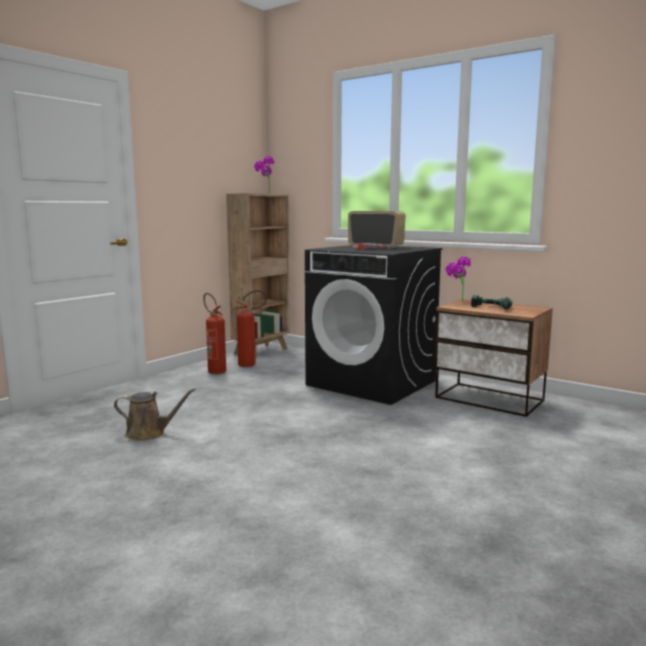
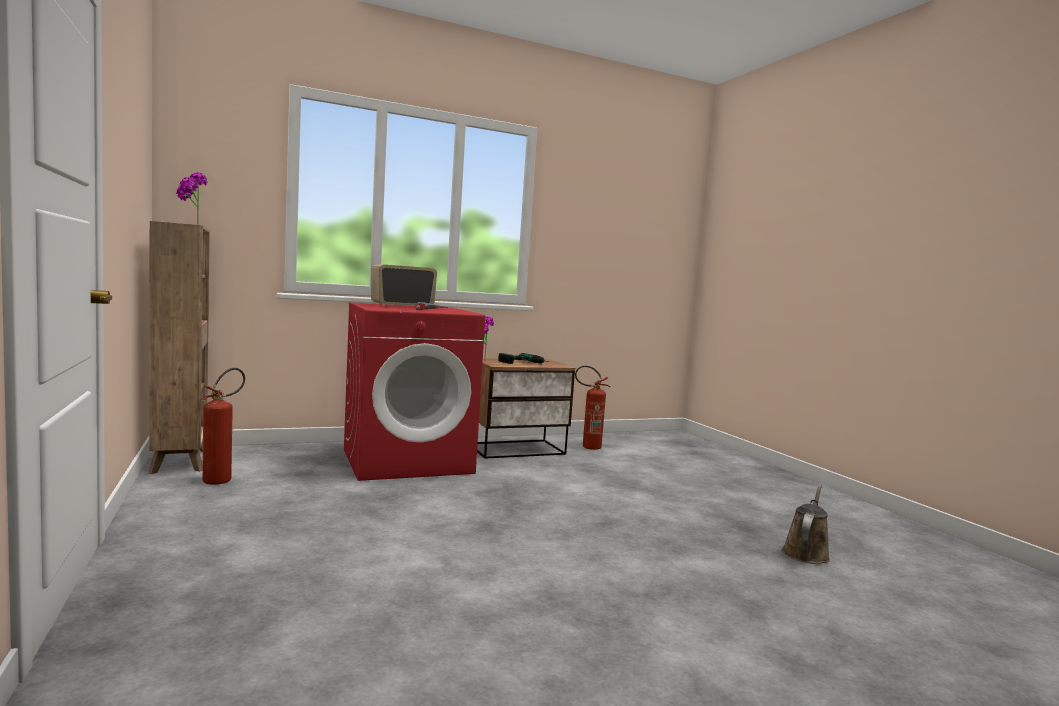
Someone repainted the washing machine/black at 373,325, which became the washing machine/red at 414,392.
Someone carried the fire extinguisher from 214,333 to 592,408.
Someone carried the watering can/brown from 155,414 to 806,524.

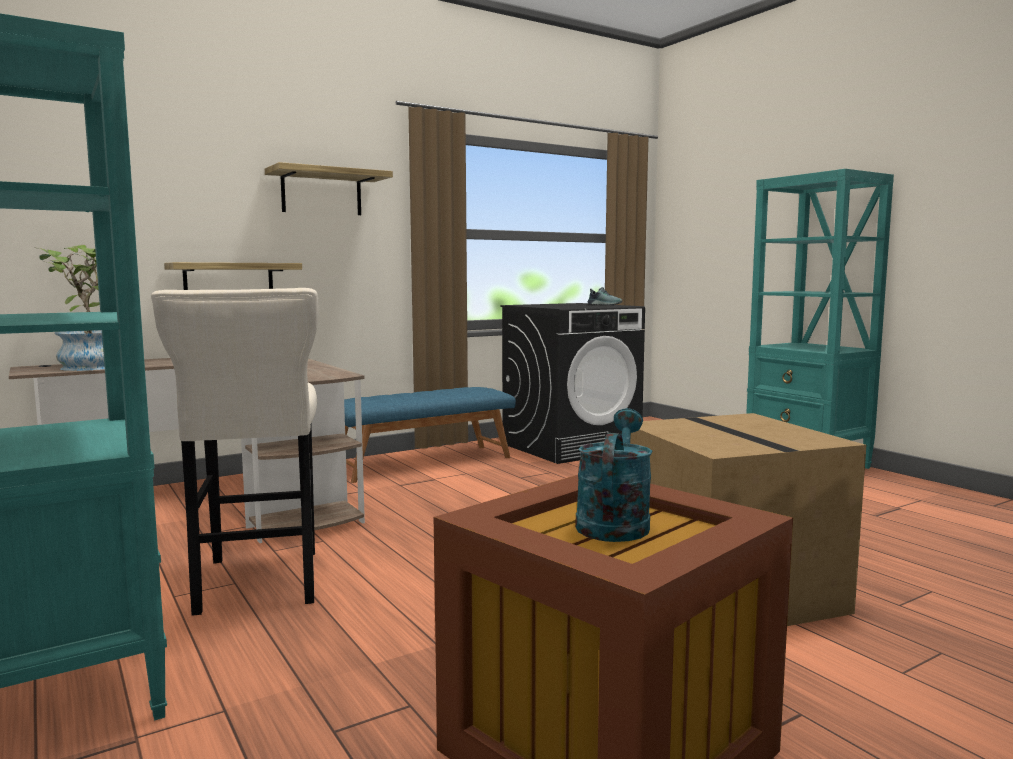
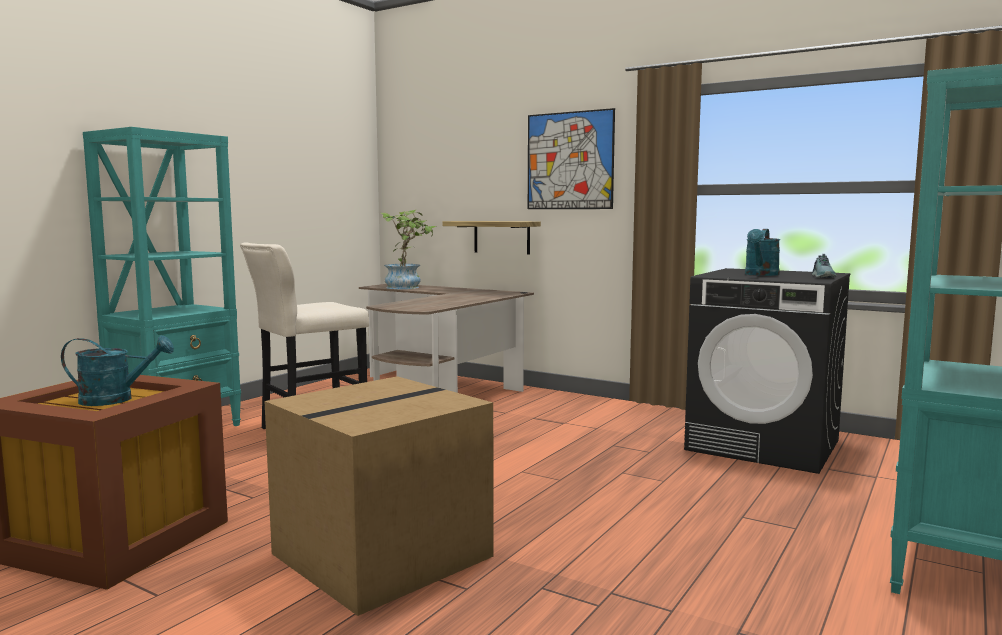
Someone swapped the shelf at 329,188 for the picture at 571,158.
Someone put down the watering can/turquoise at 762,252.
Someone took away the bench/blue at 430,435.

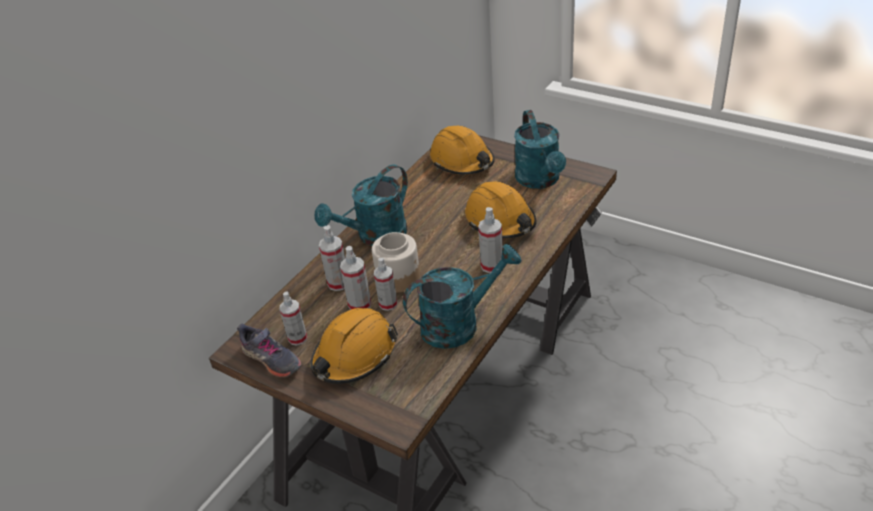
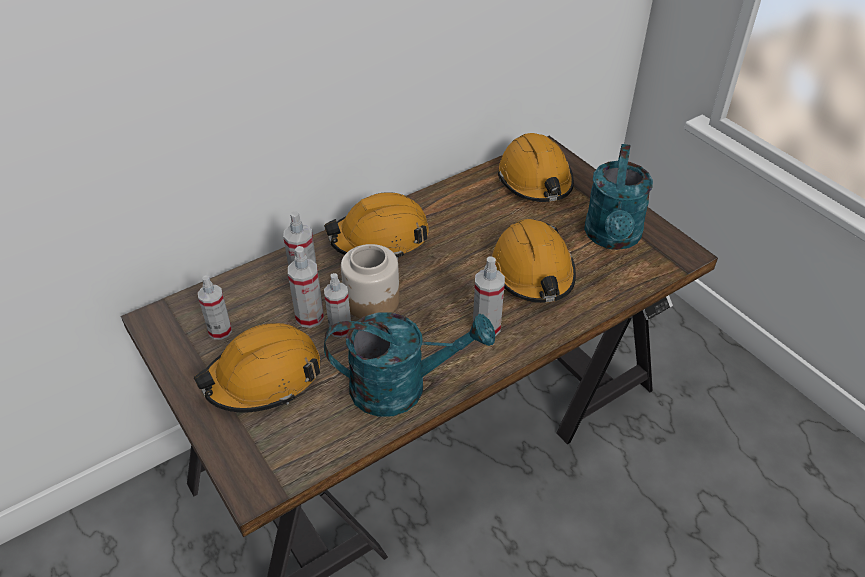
Someone swapped the watering can/turquoise at 361,205 for the hard hat/orange at 376,226.
Someone took away the shoe/grey at 269,350.

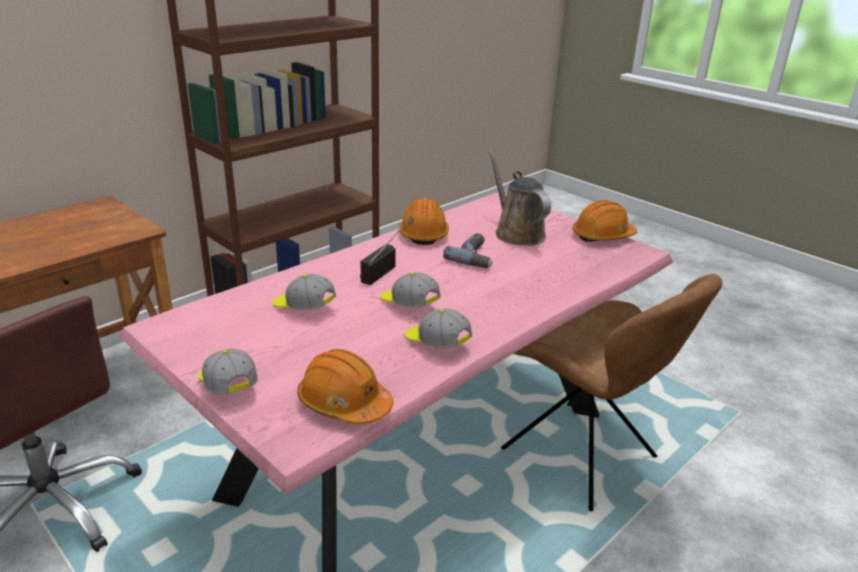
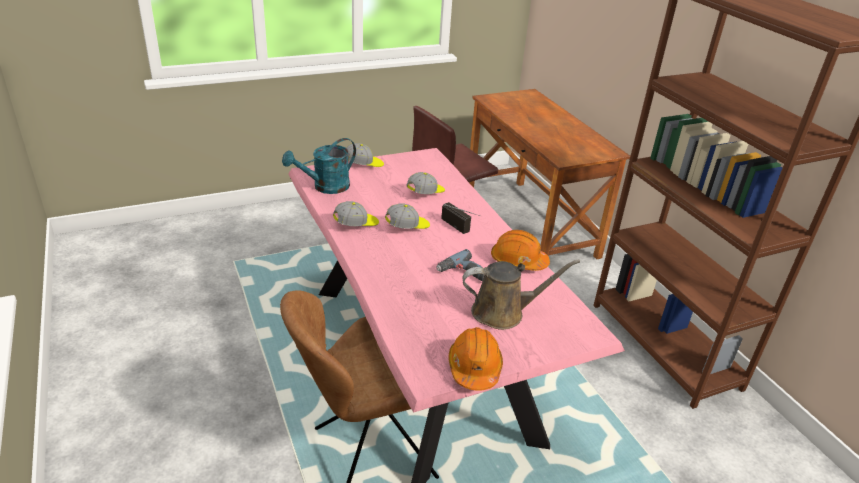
Someone swapped the hard hat/orange at 345,386 for the watering can/turquoise at 319,166.

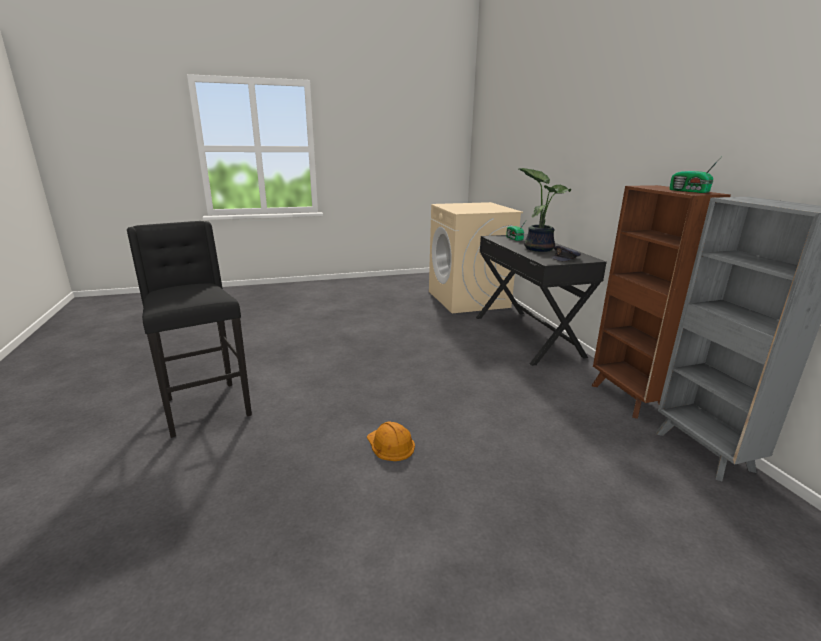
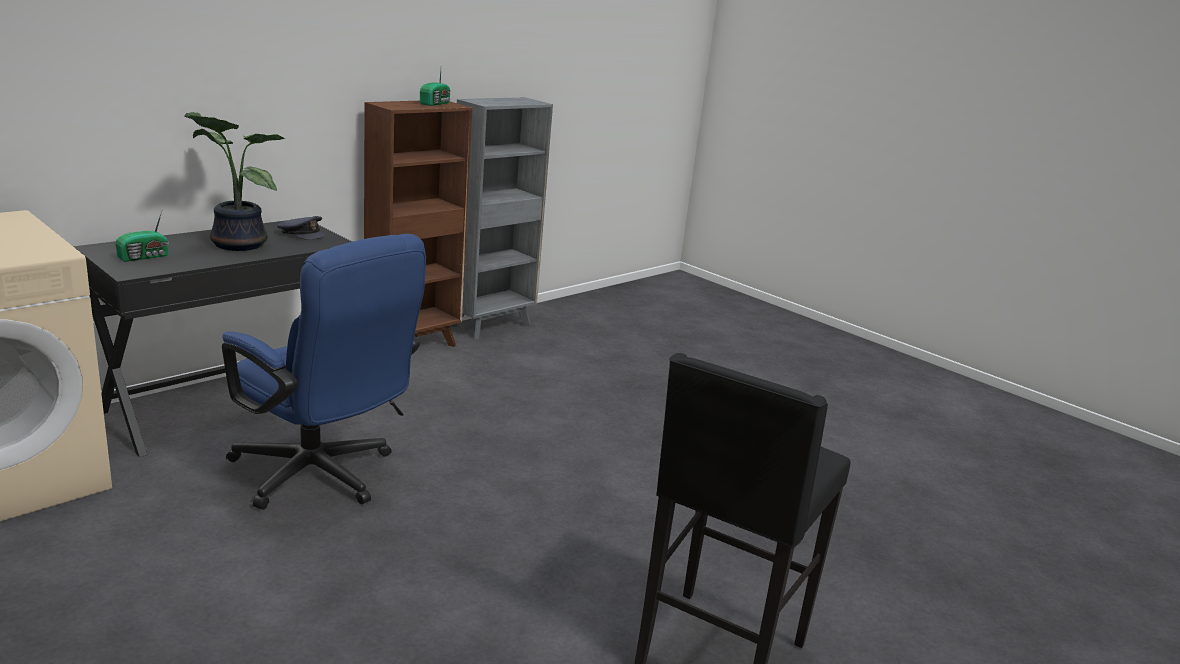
Someone put down the office chair/blue at 324,372.
Someone took away the hard hat/orange at 391,441.

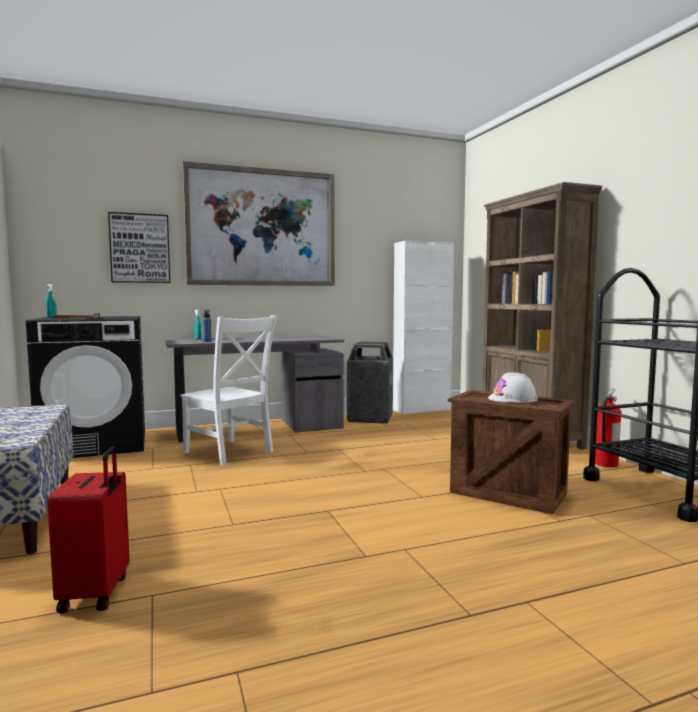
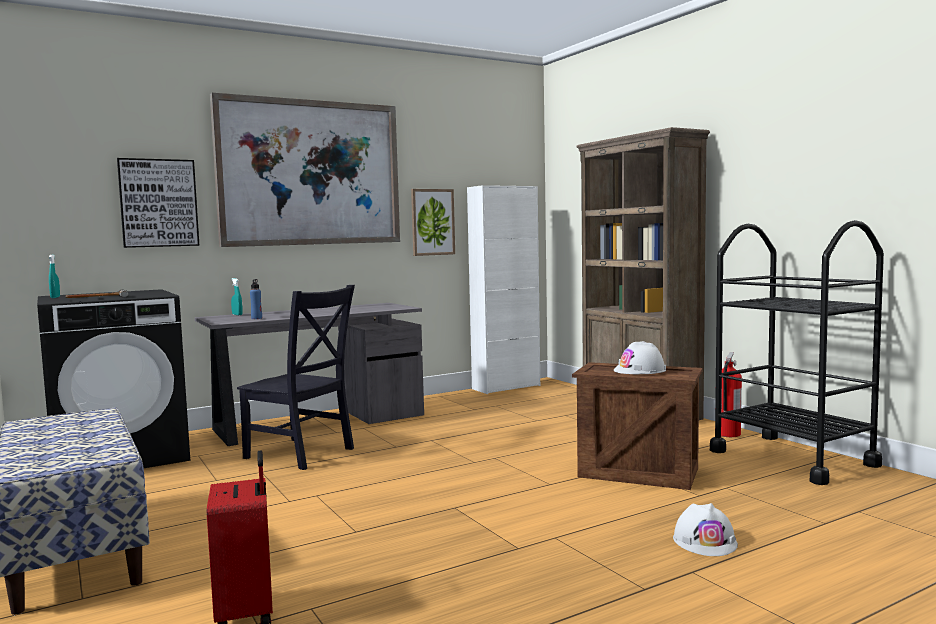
Someone repainted the chair/white at 228,390, which became the chair/black at 296,377.
Someone put up the picture at 433,222.
Someone put down the hard hat/white at 705,529.
Someone took away the trash can at 370,383.

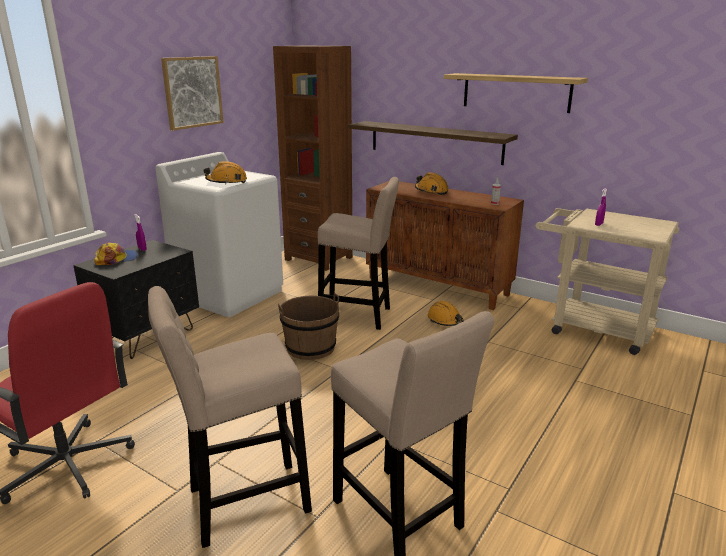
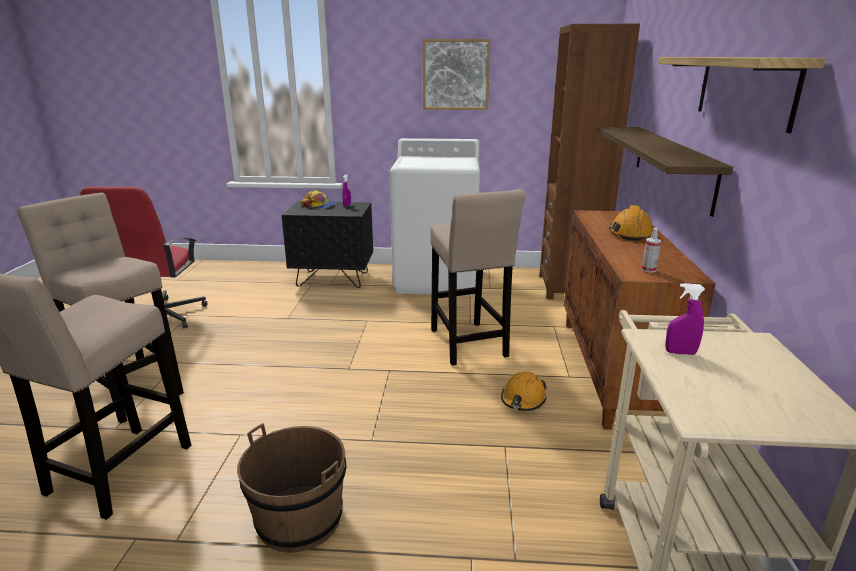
Someone carried the bucket/brown from 308,326 to 291,488.
Someone took away the hard hat/orange at 225,172.

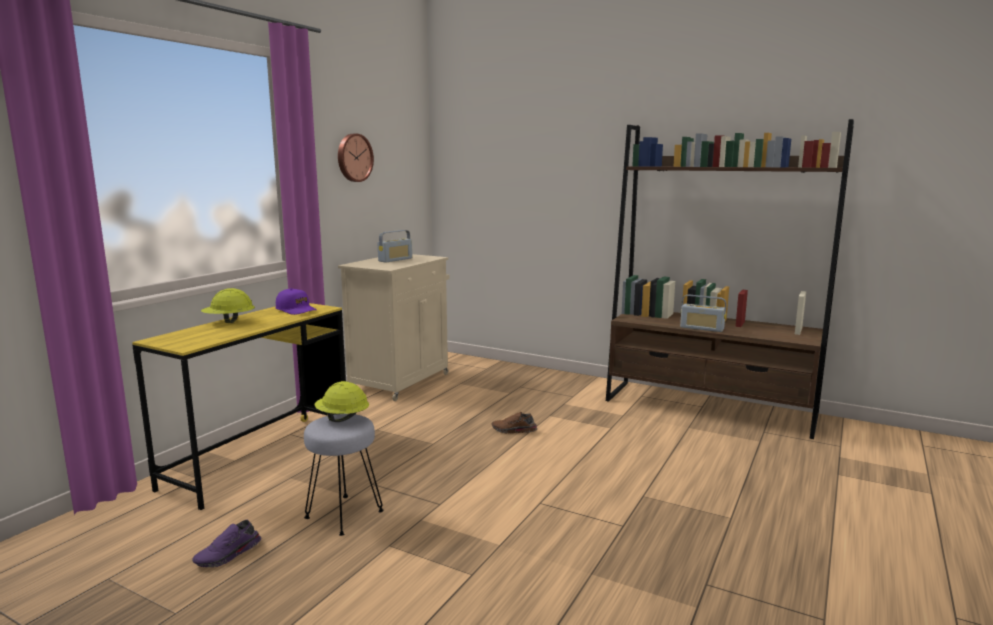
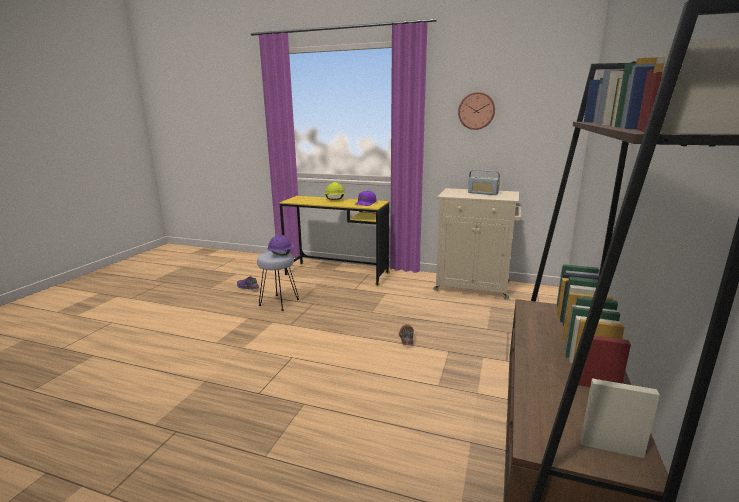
Someone repainted the hard hat/yellow at 341,401, which became the hard hat/purple at 281,245.
Someone took away the radio at 703,313.

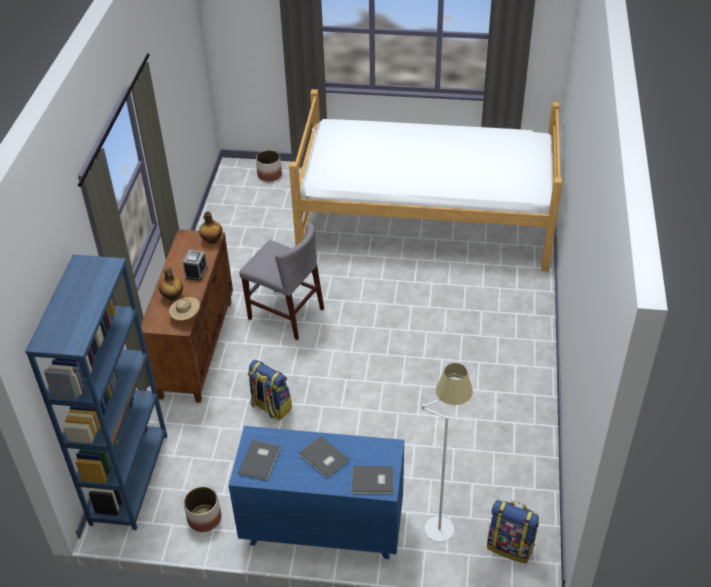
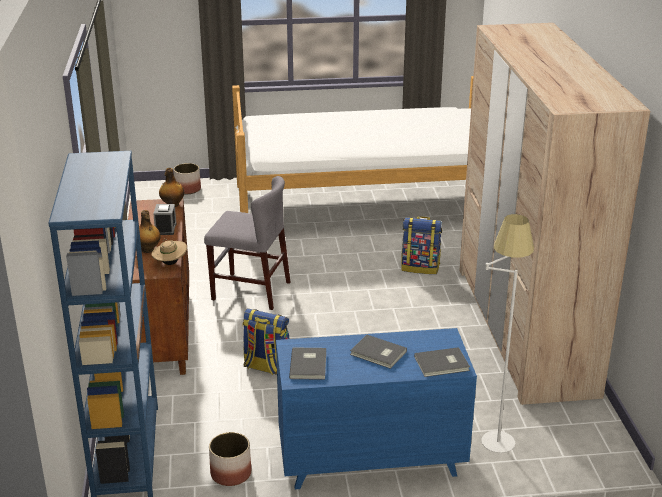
Someone carried the backpack from 513,531 to 422,245.
Someone put down the wardrobe/beige at 554,214.

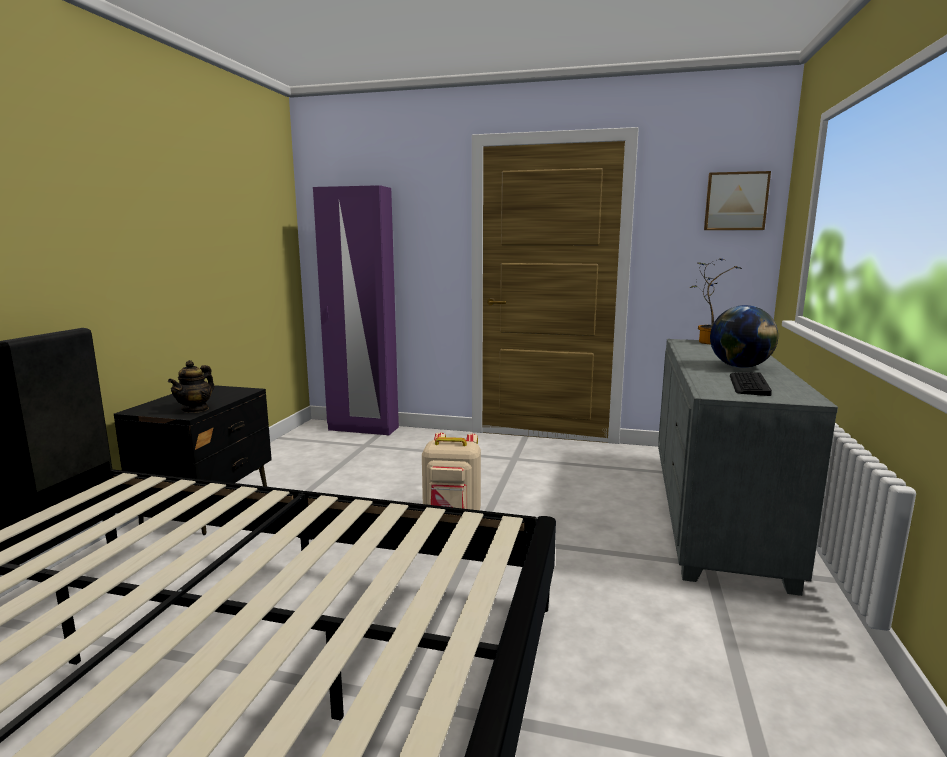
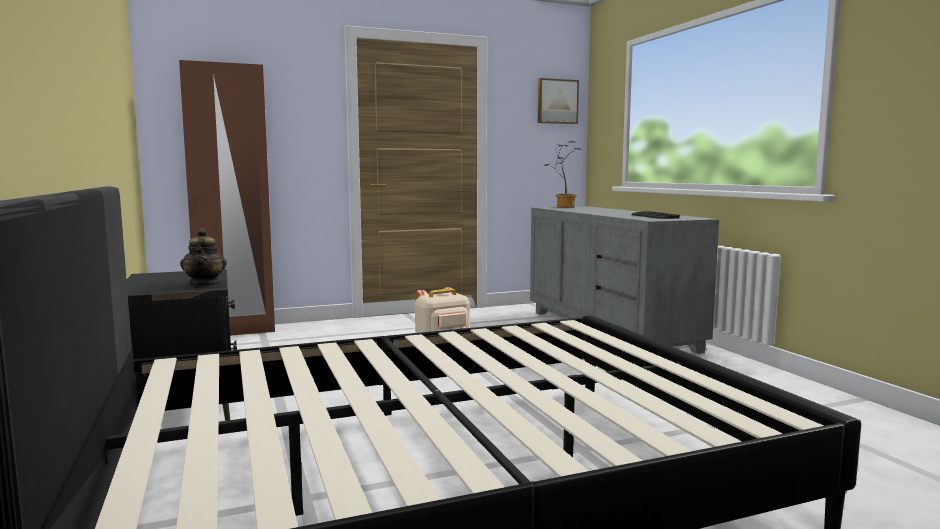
Someone repainted the wardrobe/purple at 356,310, which became the wardrobe/brown at 227,198.
Someone took away the globe at 744,336.

